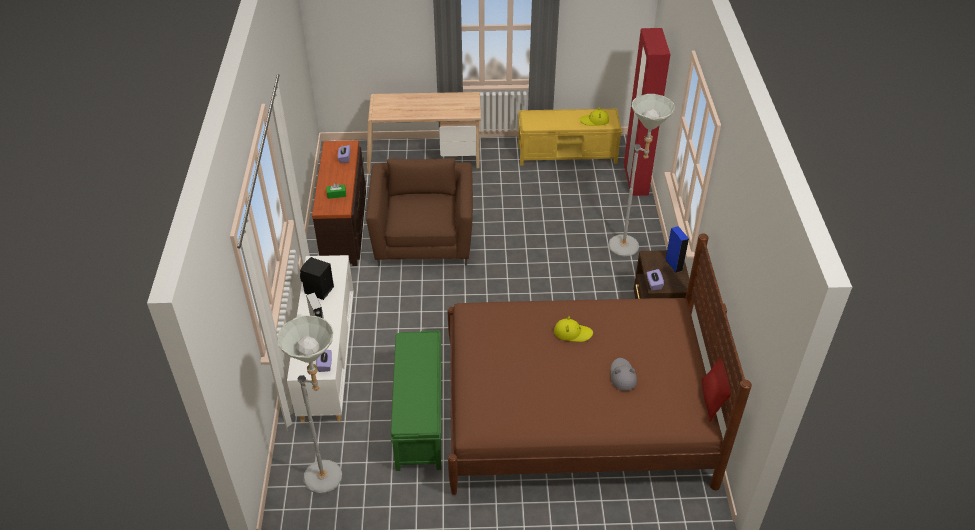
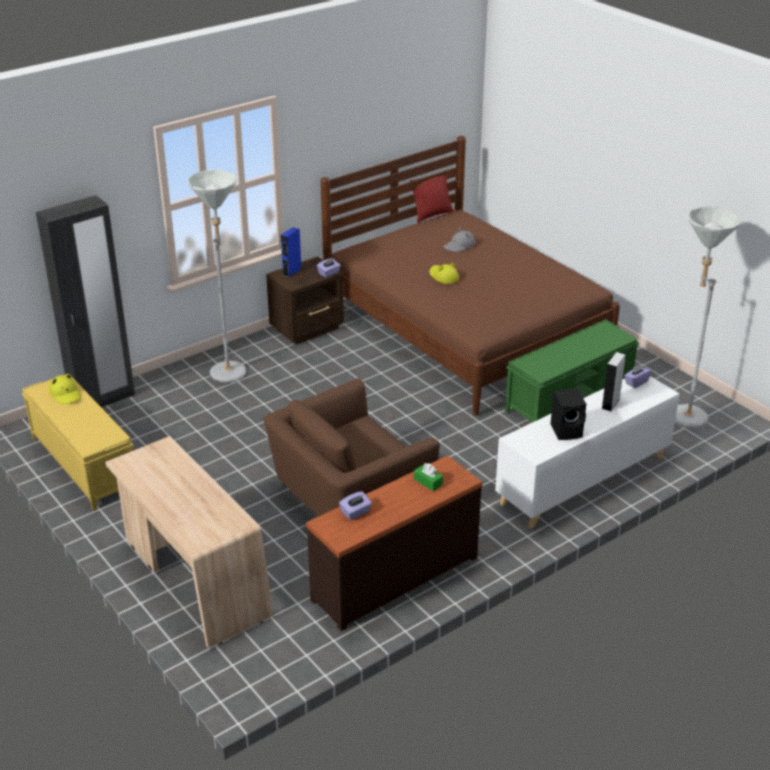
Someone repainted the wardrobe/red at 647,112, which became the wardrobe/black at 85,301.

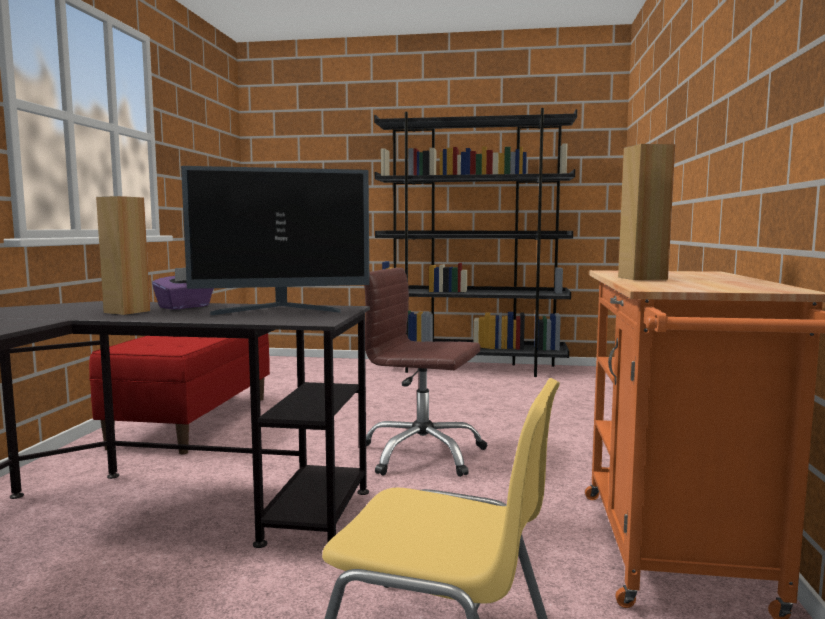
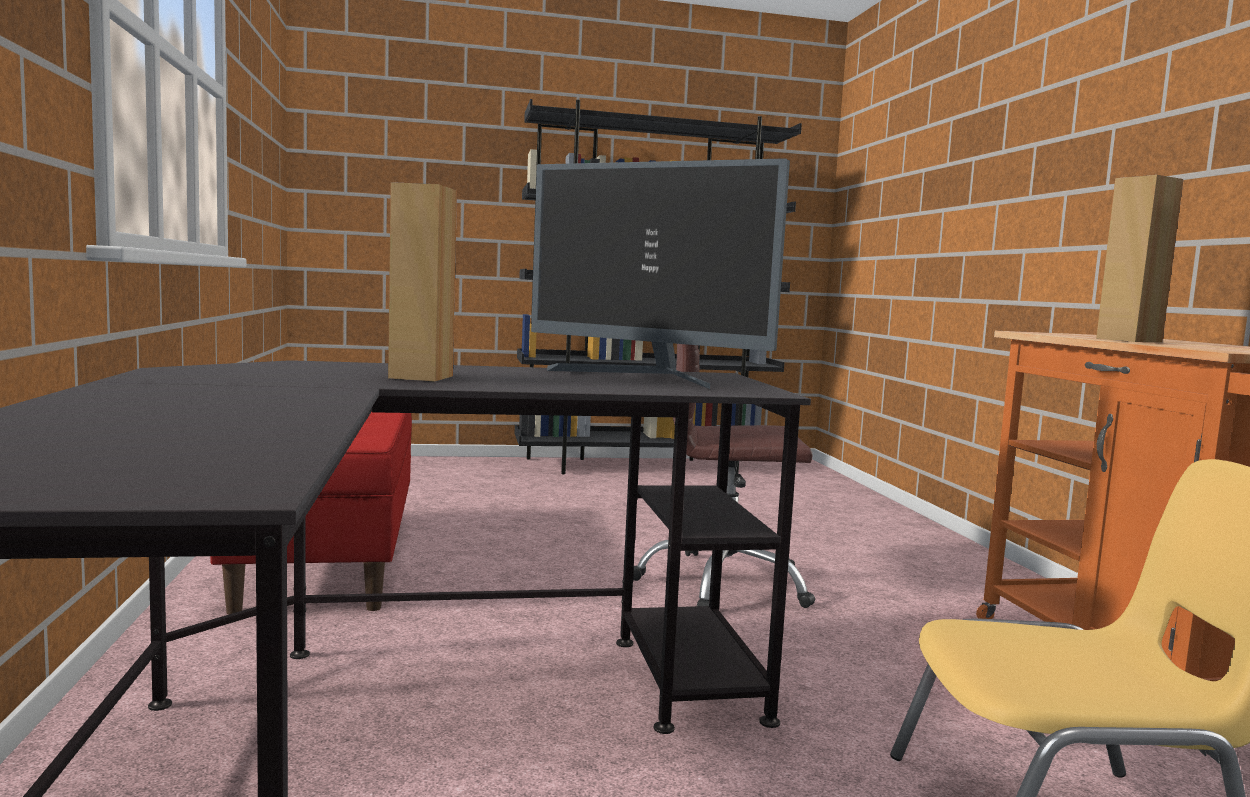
Someone rotated the monitor at 275,241 by 60 degrees clockwise.
Someone took away the tissue box/purple at 183,288.

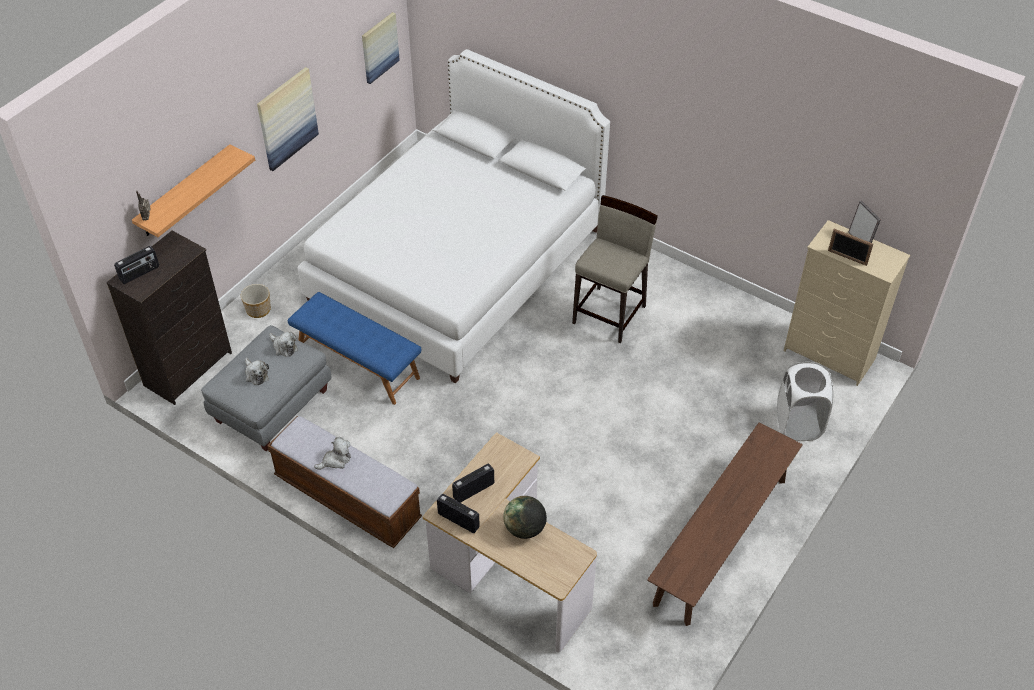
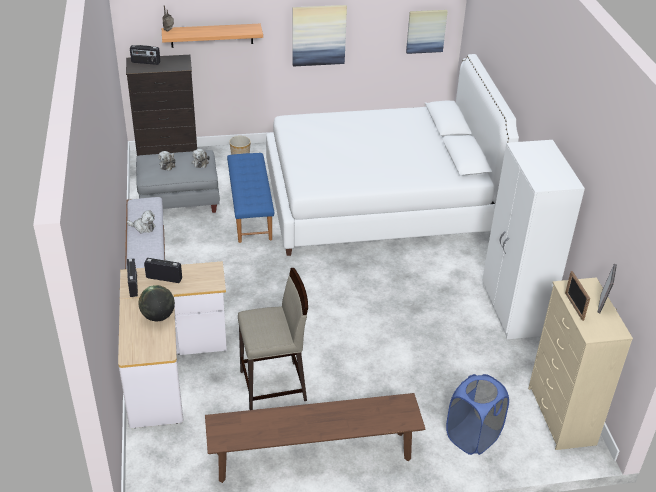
Someone carried the stool/beige from 615,269 to 273,339.
Someone repainted the laundry basket/white at 805,401, which became the laundry basket/blue at 477,414.
Someone put down the wardrobe/white at 533,239.

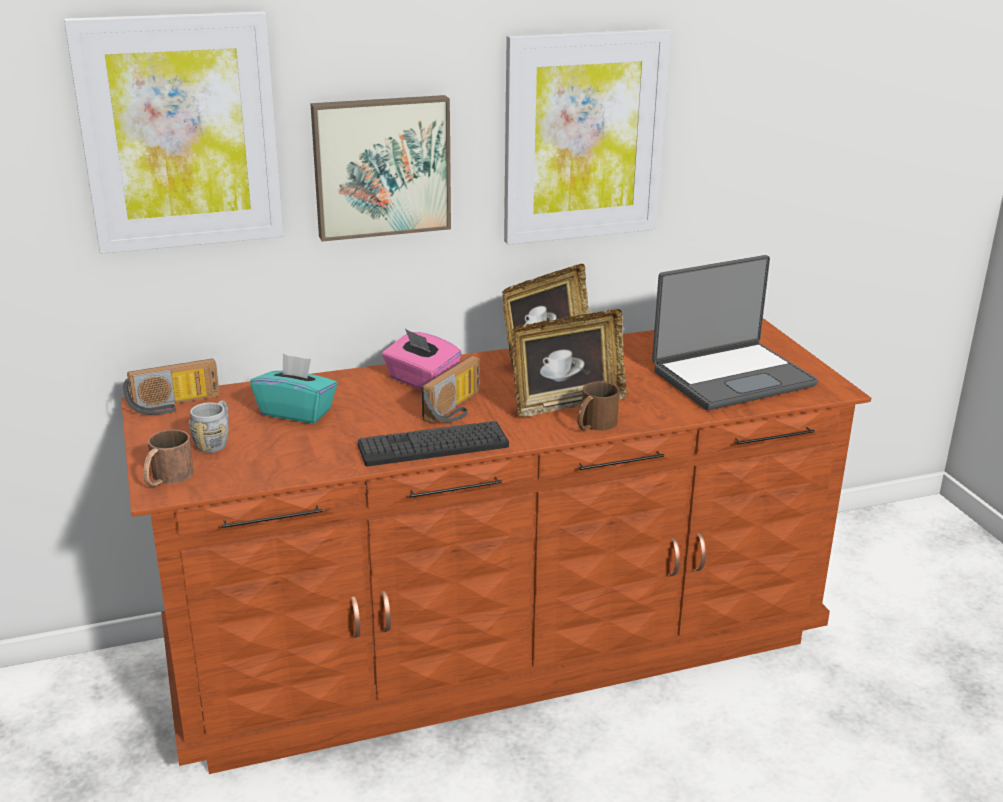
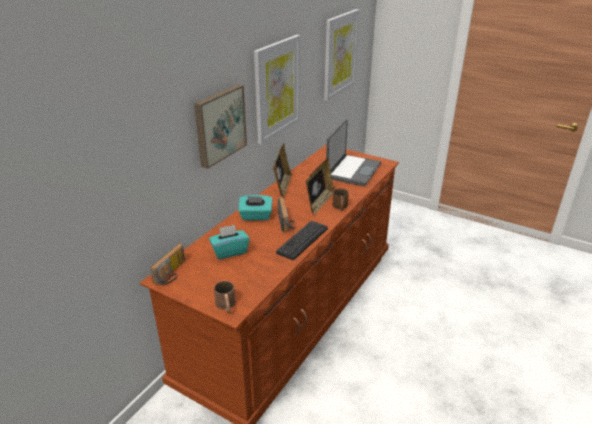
Someone repainted the tissue box/pink at 422,359, which became the tissue box/turquoise at 255,208.
Someone carried the picture from 174,132 to 341,55.
Someone took away the mug/grey at 209,426.

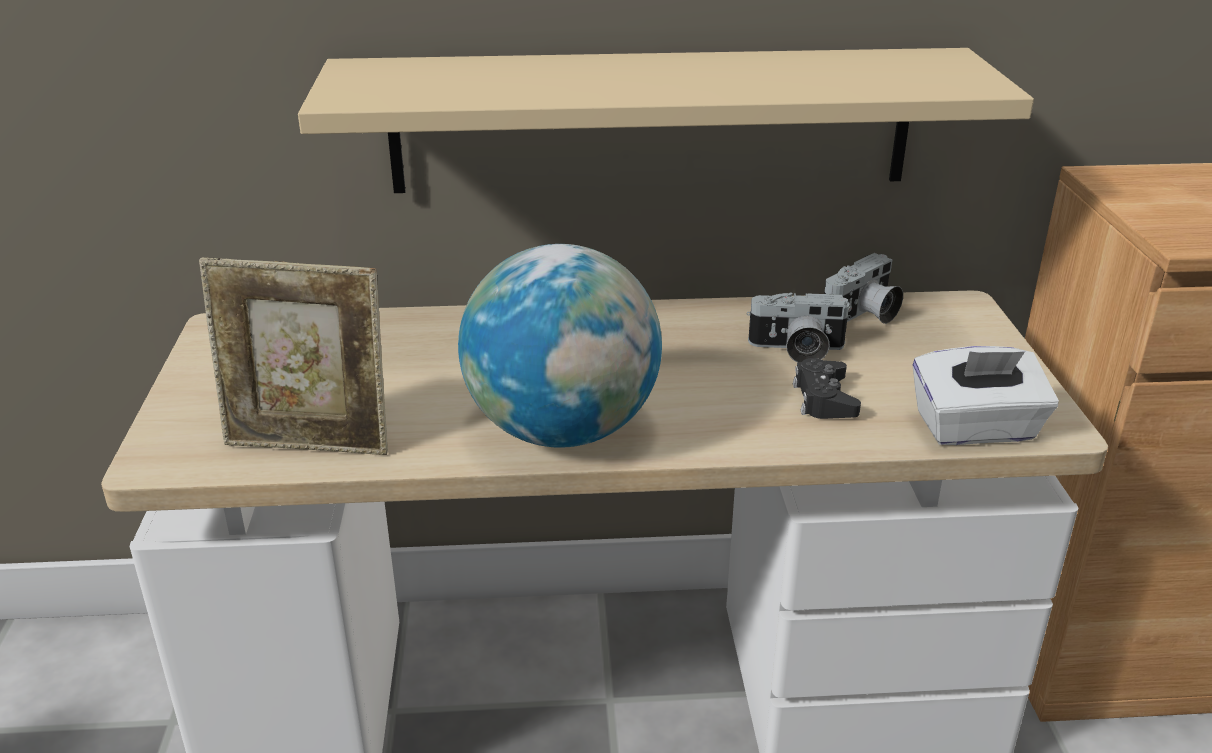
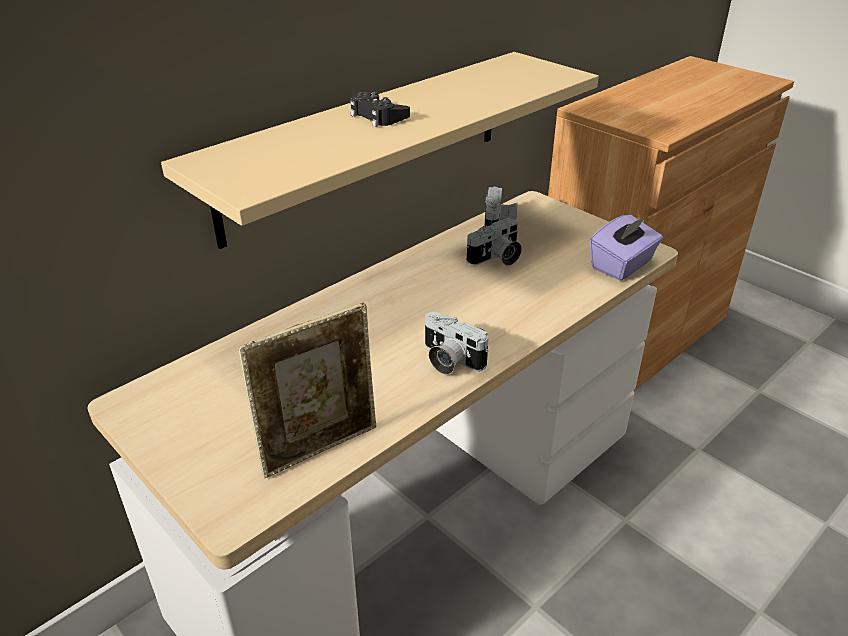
Someone carried the game controller/black from 827,388 to 380,109.
Someone swapped the globe at 560,346 for the photo camera at 457,343.
Someone repainted the tissue box/white at 986,395, which became the tissue box/purple at 626,248.

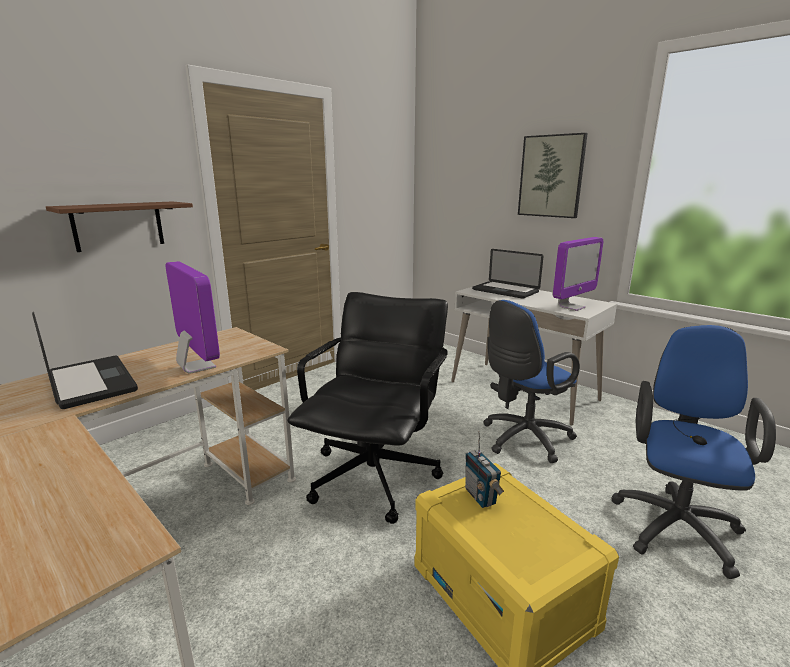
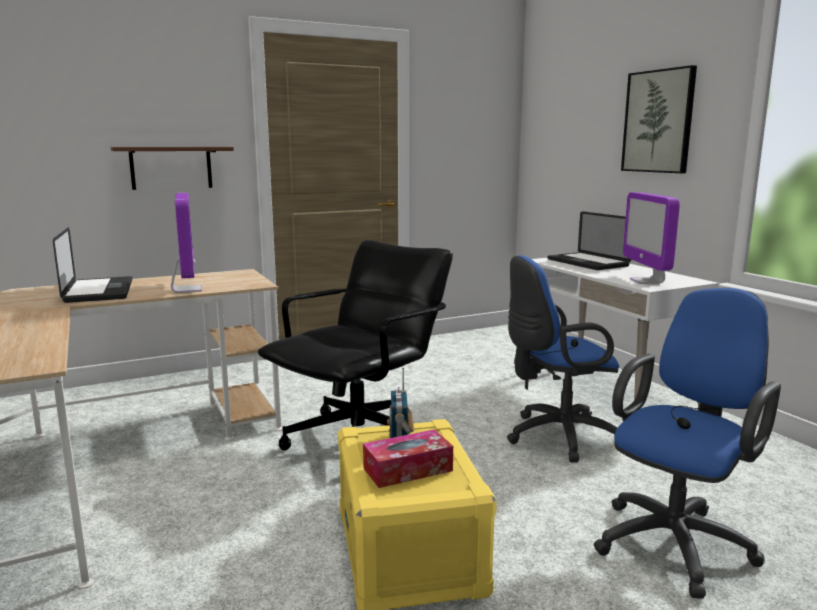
Someone put down the tissue box at 408,458.
Someone rotated the monitor at 578,274 by 105 degrees clockwise.

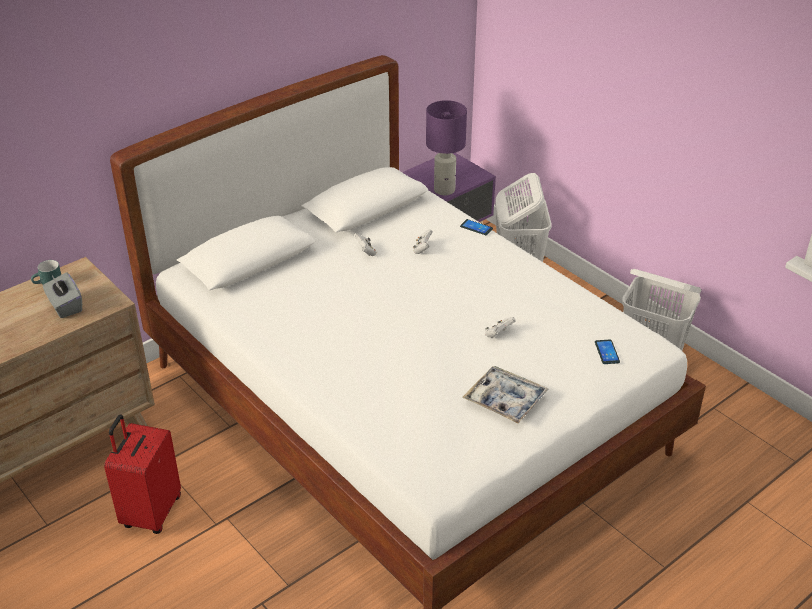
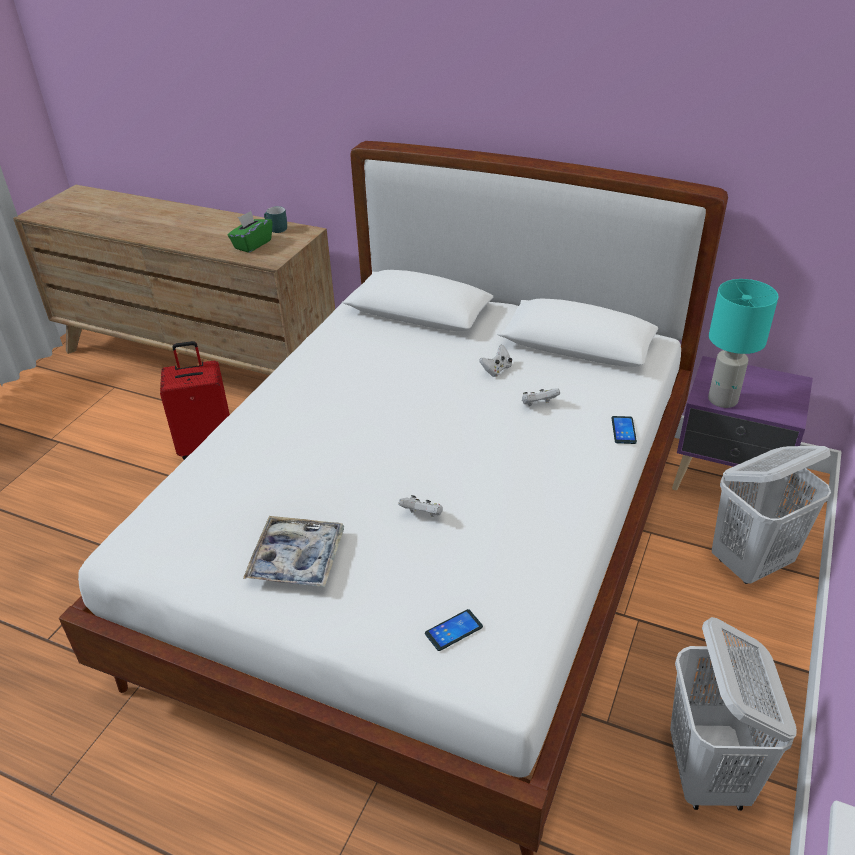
Someone repainted the tissue box/grey at 62,295, which became the tissue box/green at 250,232.
Someone repainted the table lamp/purple at 446,147, which became the table lamp/turquoise at 743,343.

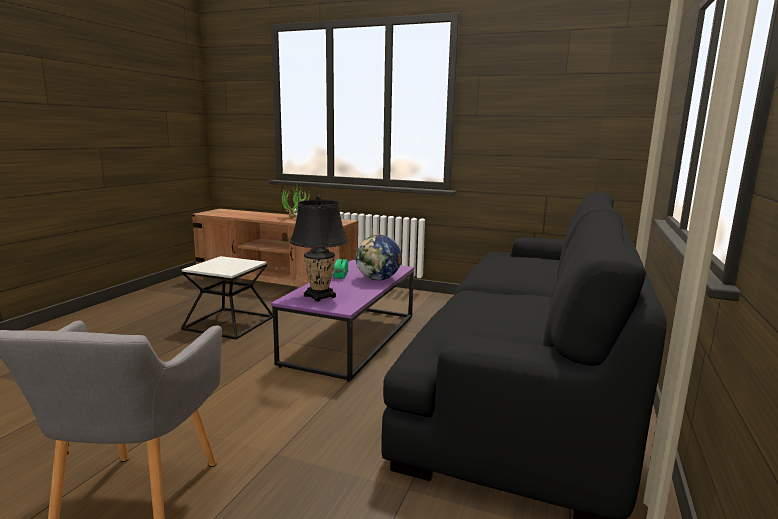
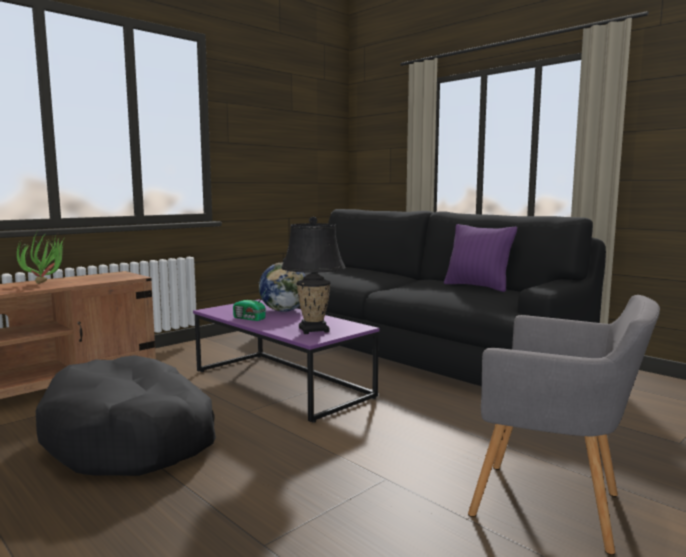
Someone swapped the side table at 227,298 for the dog bed/black at 126,415.
Someone put down the pillow/purple at 480,258.

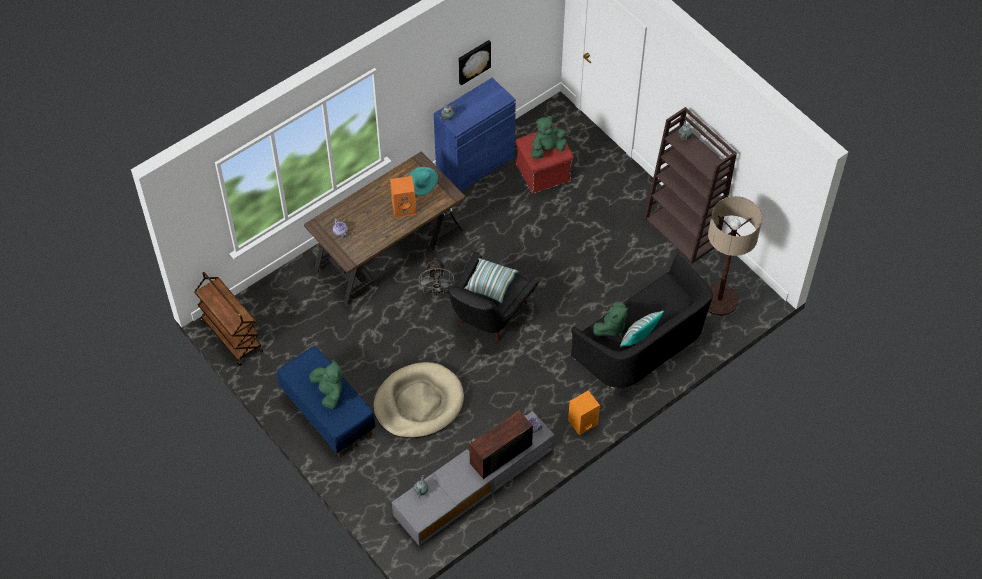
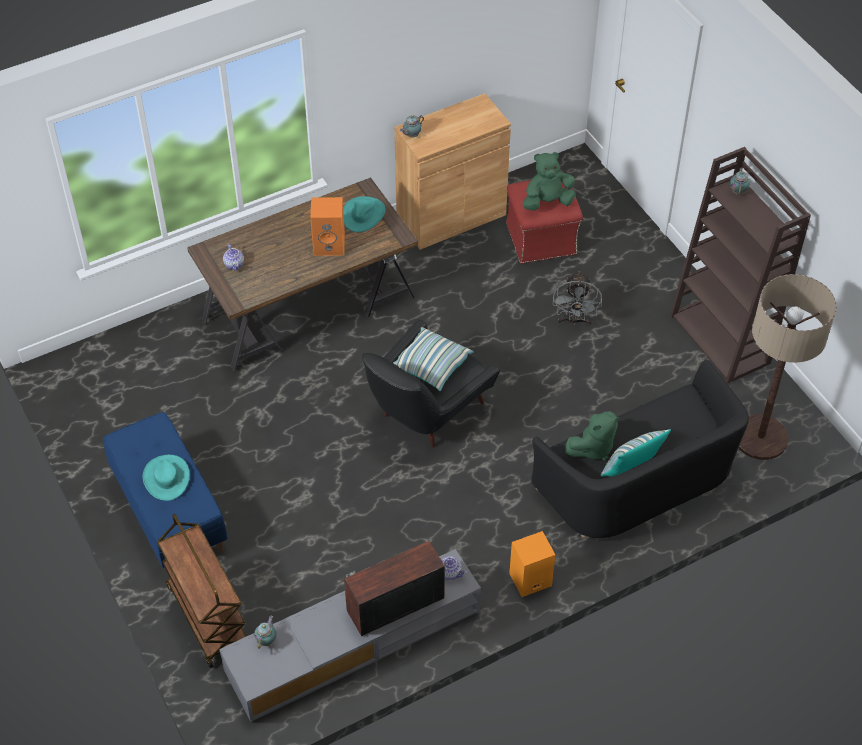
Someone swapped the plush toy/green at 325,384 for the hat/turquoise at 166,478.
Someone carried the cart/brown from 228,319 to 201,591.
Someone repainted the cabinet/blue at 475,134, which became the cabinet/brown at 452,171.
Someone carried the fan/grey from 436,277 to 577,298.
Someone took away the dog bed/beige at 419,400.
Someone took away the picture at 475,62.

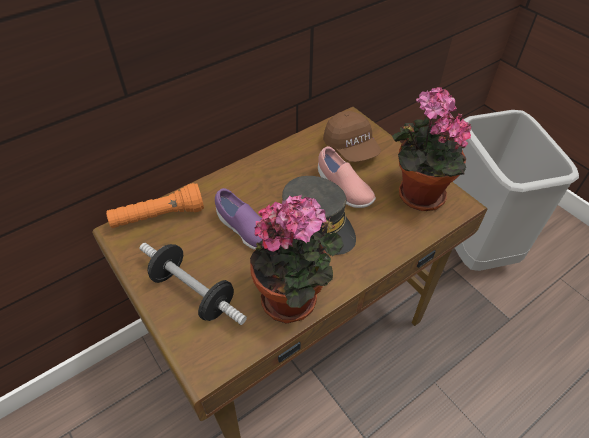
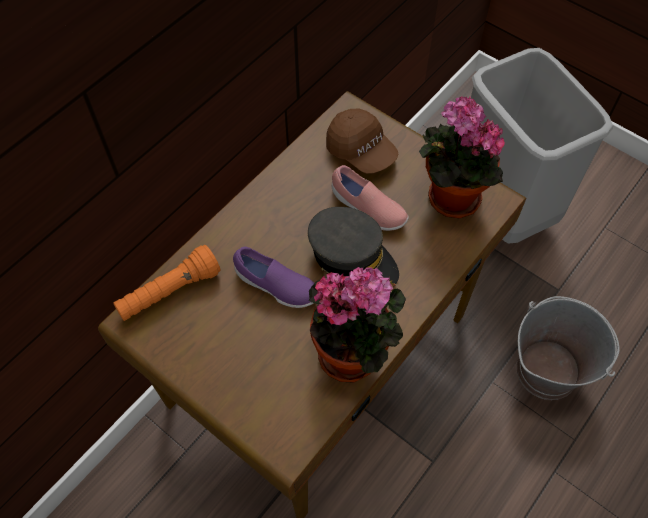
Someone put down the bucket/grey at 568,348.
Someone took away the dumbbell at 193,284.

